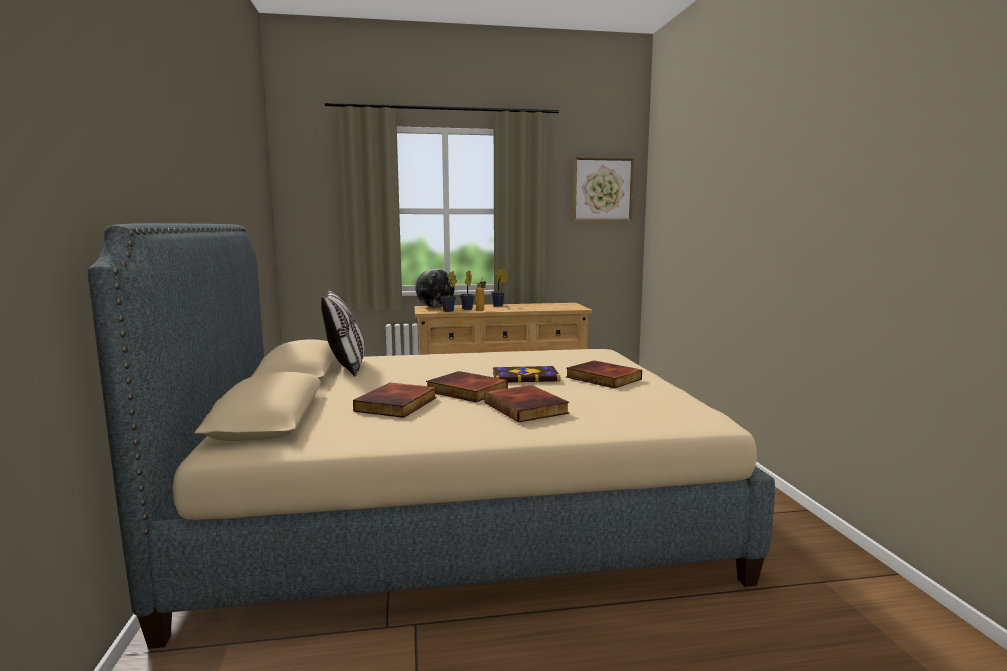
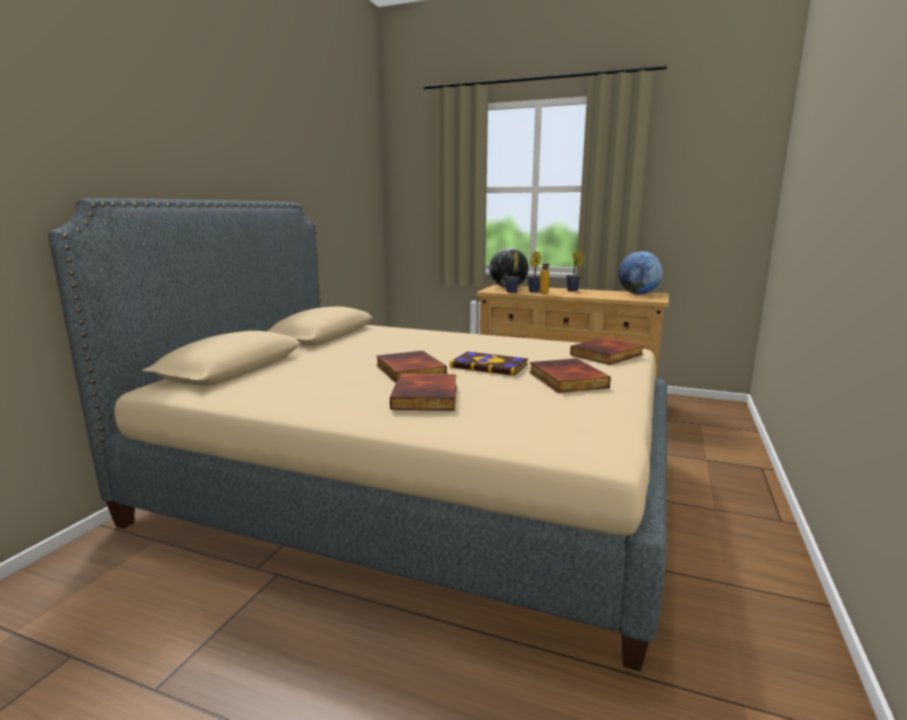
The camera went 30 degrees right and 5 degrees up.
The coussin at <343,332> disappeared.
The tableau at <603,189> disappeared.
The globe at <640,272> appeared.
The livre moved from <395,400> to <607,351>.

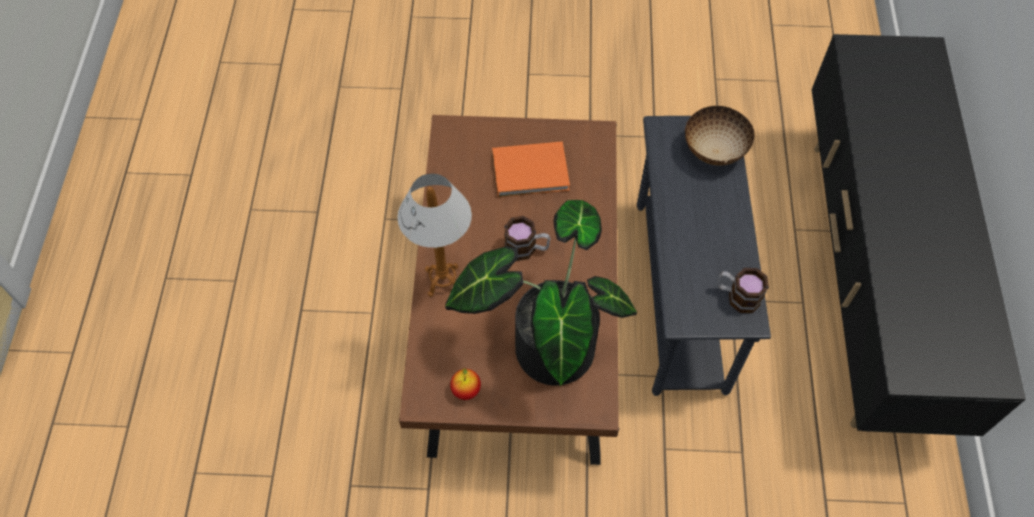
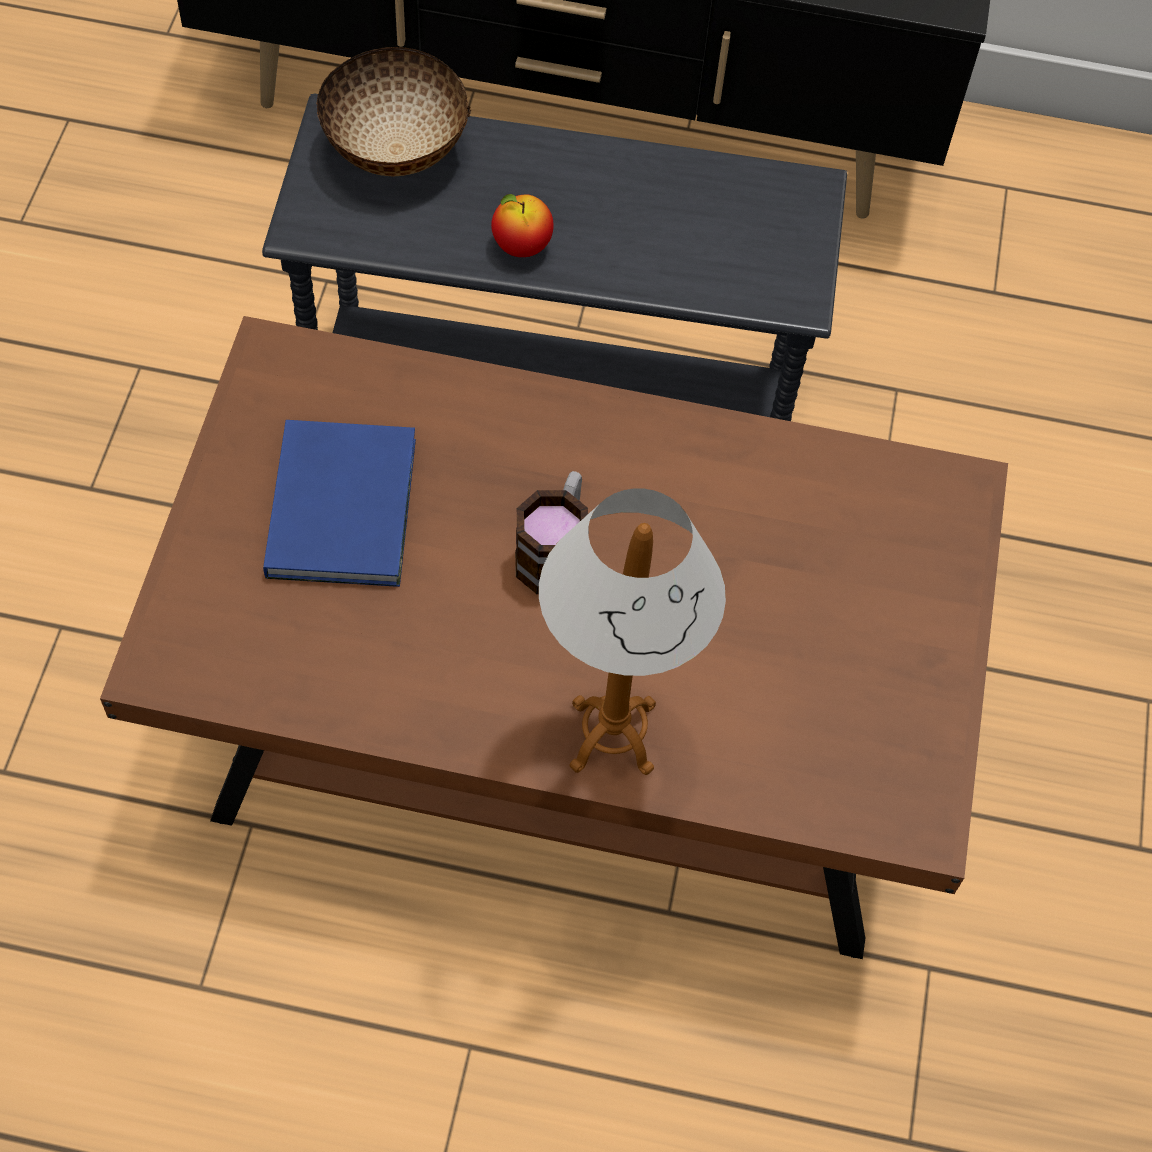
The camera went 85 degrees left and 0 degrees up.
The plante en pot at <541,293> disappeared.
The mug at <743,290> disappeared.
The pomme moved from <465,383> to <522,225>.
The livre [orange] at <531,169> became the livre [bleu] at <339,503>.

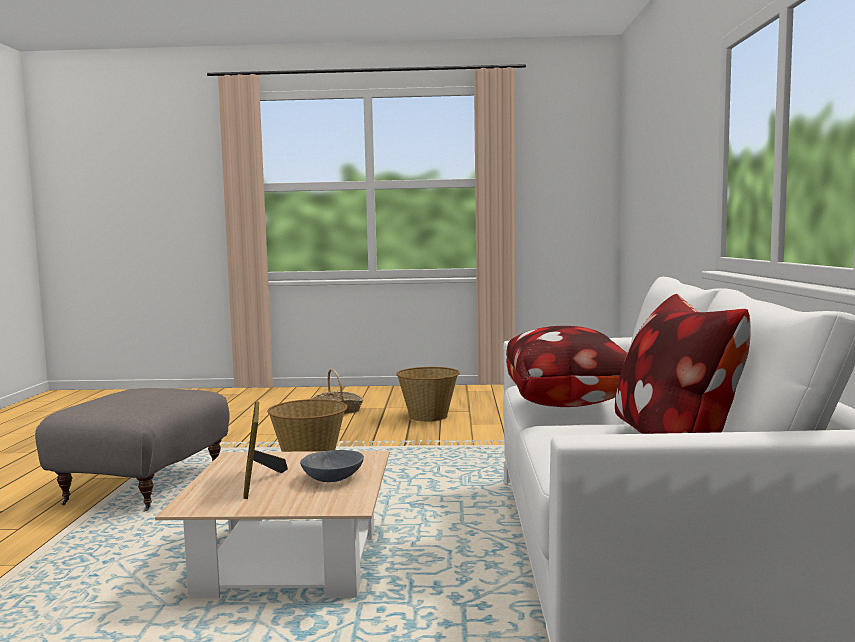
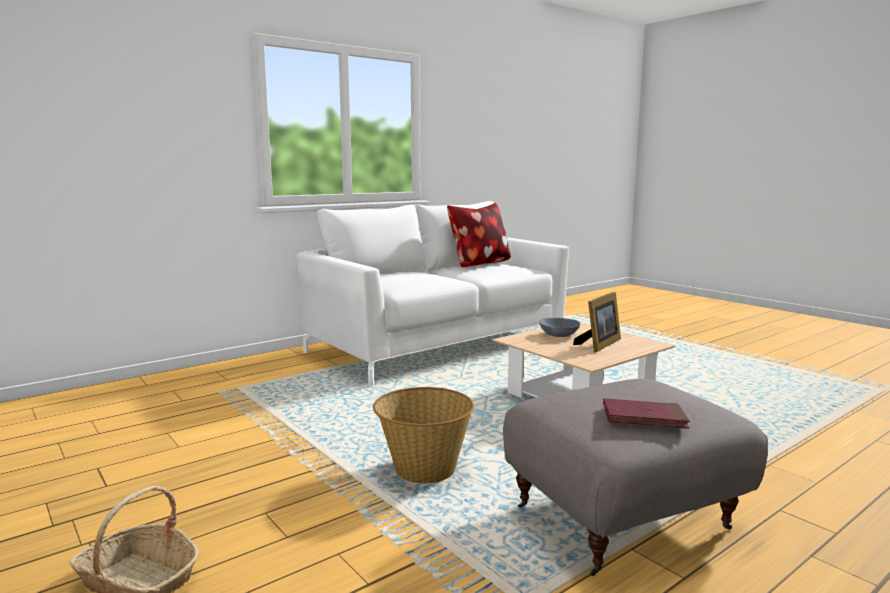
The camera went 130 degrees left and 5 degrees up.
The panier at <428,394> disappeared.
The coussin at <566,366> disappeared.
The livre [rouge] at <646,413> appeared.

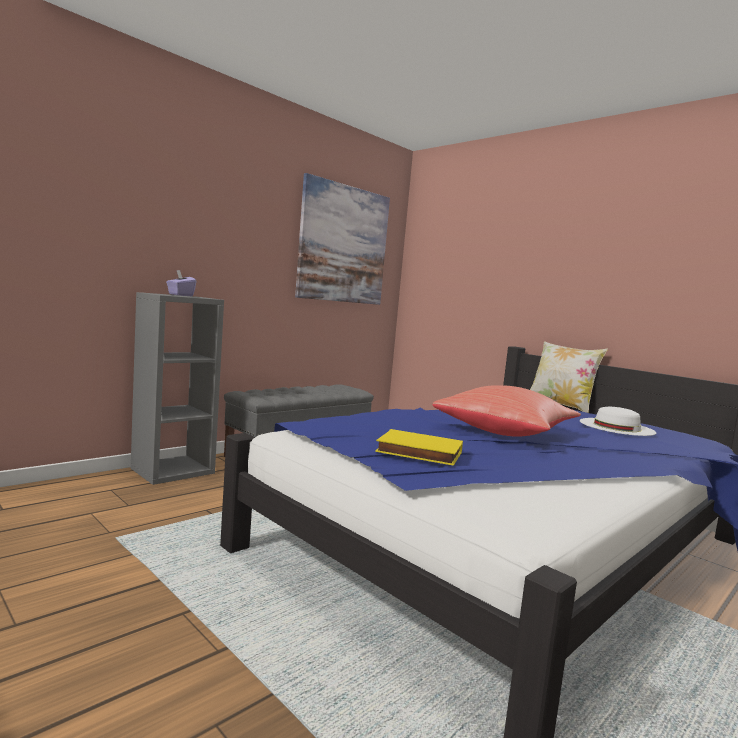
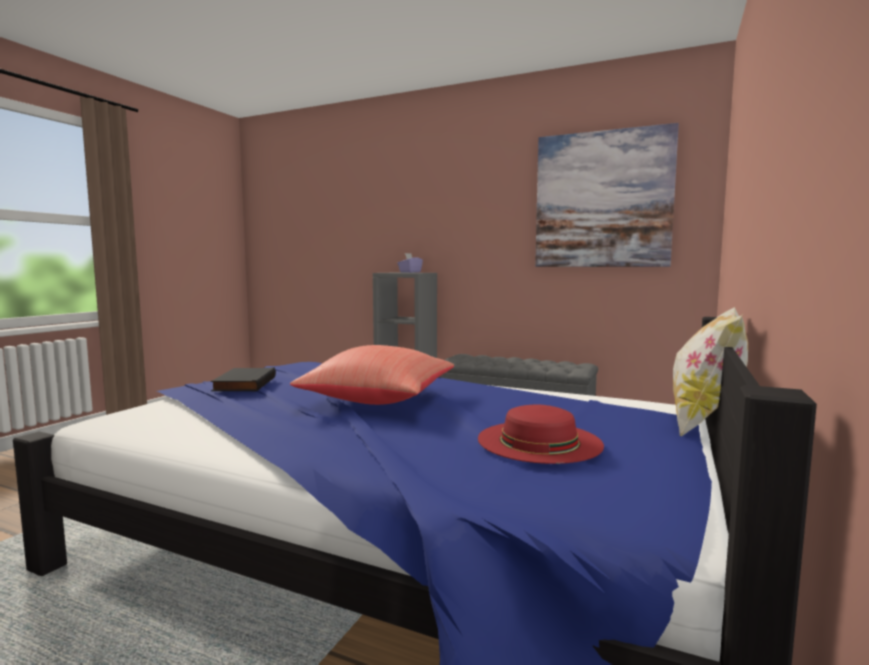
The camera went 70 degrees right and 0 degrees up.
The livre [jaune] at <419,447> became the livre [noir] at <243,379>.
The chapeau [blanc] at <618,421> became the chapeau [rouge] at <541,434>.

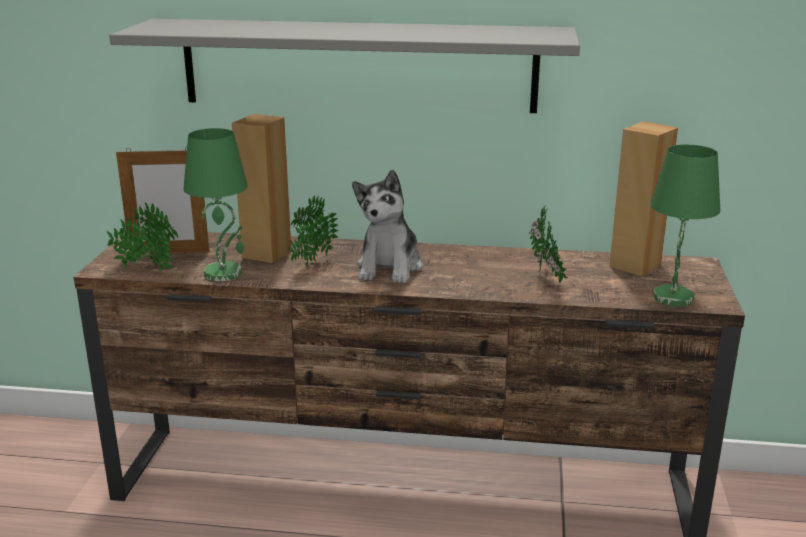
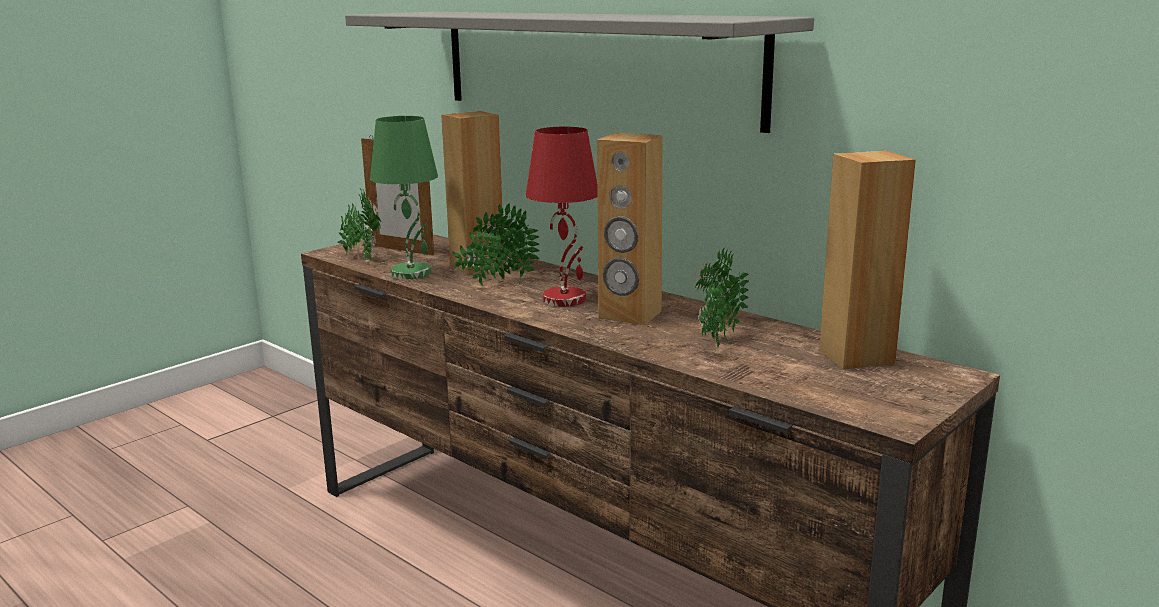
The camera went 35 degrees right and 5 degrees down.
The lampe de table [vert] at <685,226> disappeared.
The enceinte [marron] at <630,229> appeared.
The peluche at <387,226> was replaced by the lampe de table [rouge] at <562,216>.

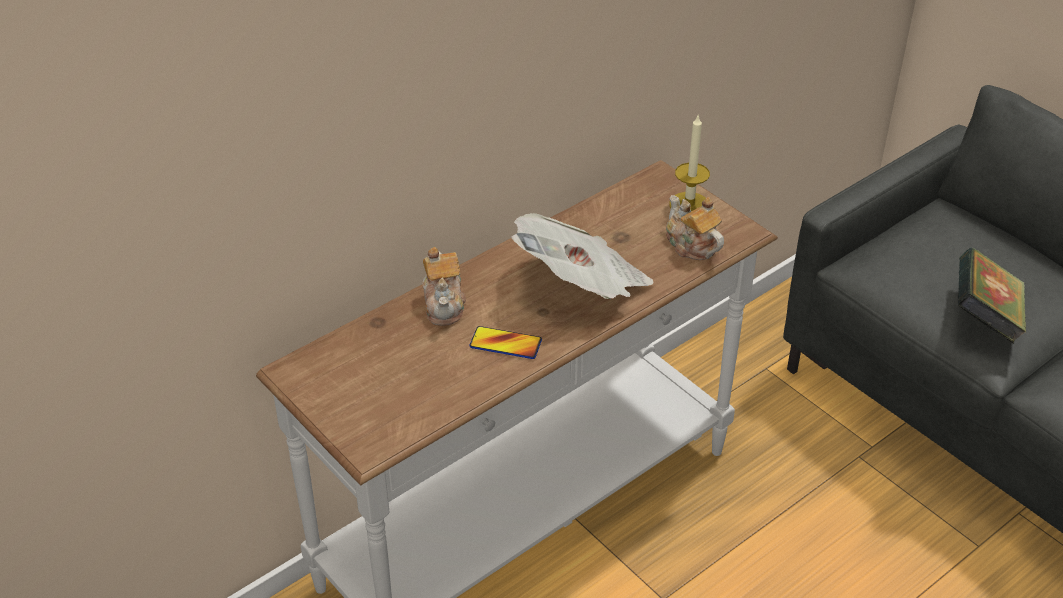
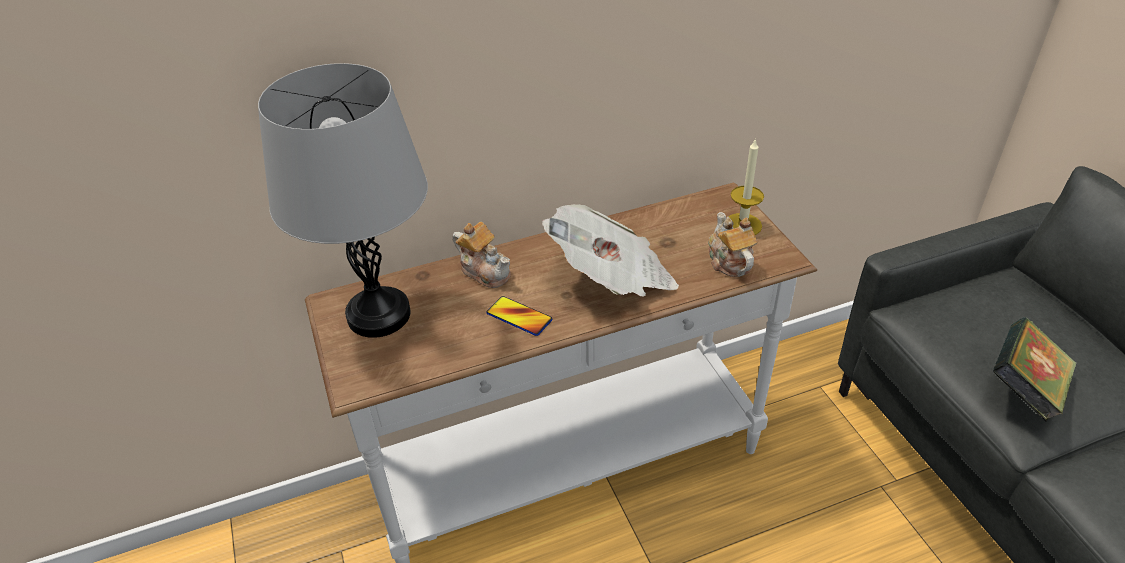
The camera went 20 degrees right and 0 degrees up.
The lampe de table [gris] at <343,200> appeared.
The théière at <444,286> turned 60 degrees counterclockwise.

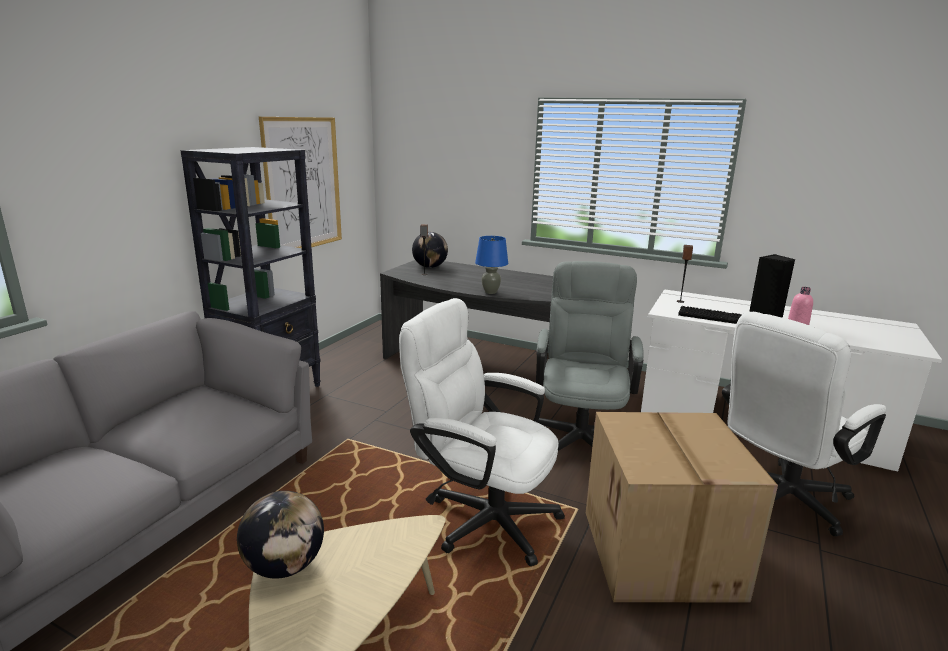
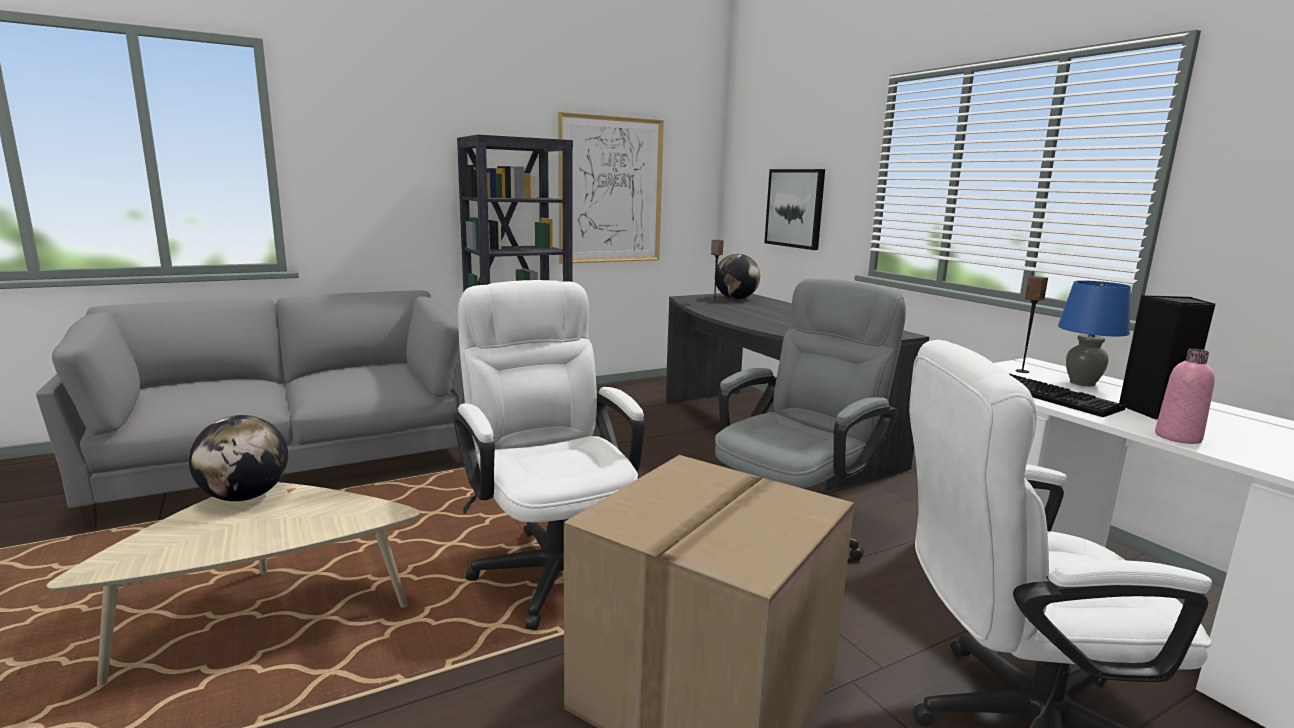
The camera went 35 degrees right and 5 degrees down.
The tableau at <794,209> appeared.
The lampe de table [bleu] moved from <491,265> to <1094,333>.

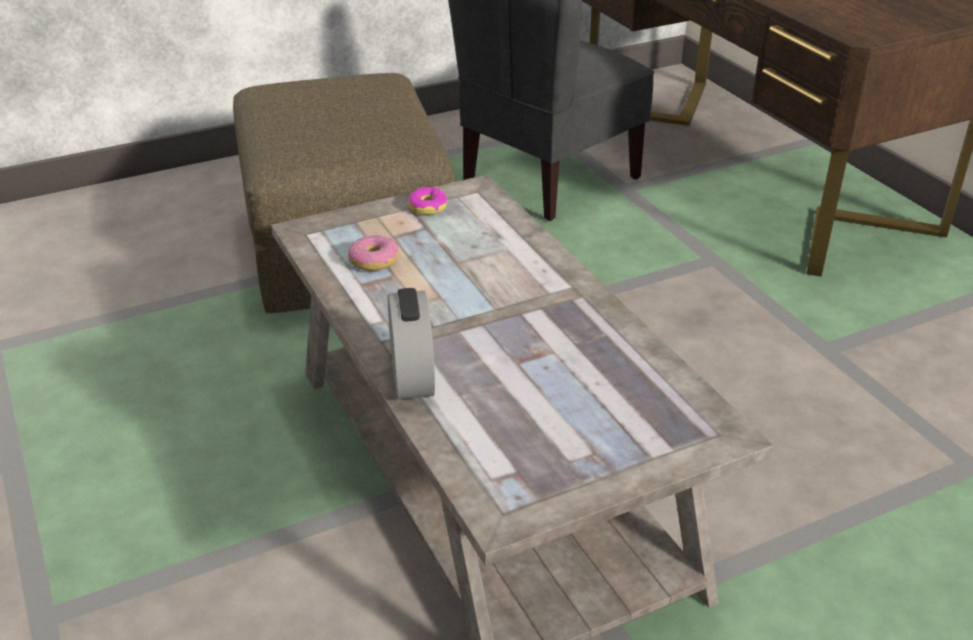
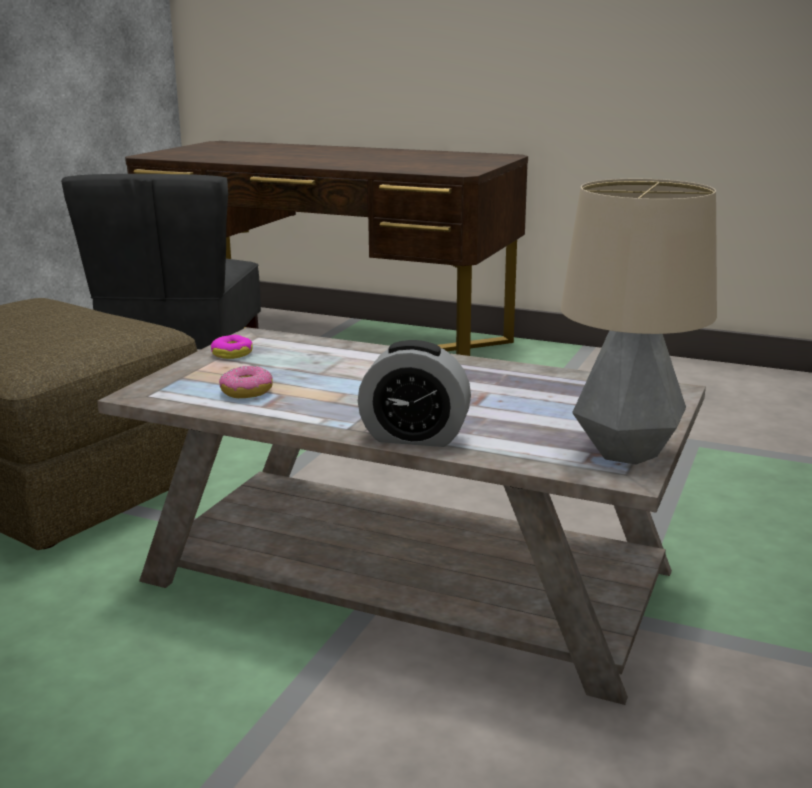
The camera went 40 degrees left and 15 degrees down.
The lampe de table at <639,321> appeared.
The réveil at <411,343> turned 150 degrees clockwise.

